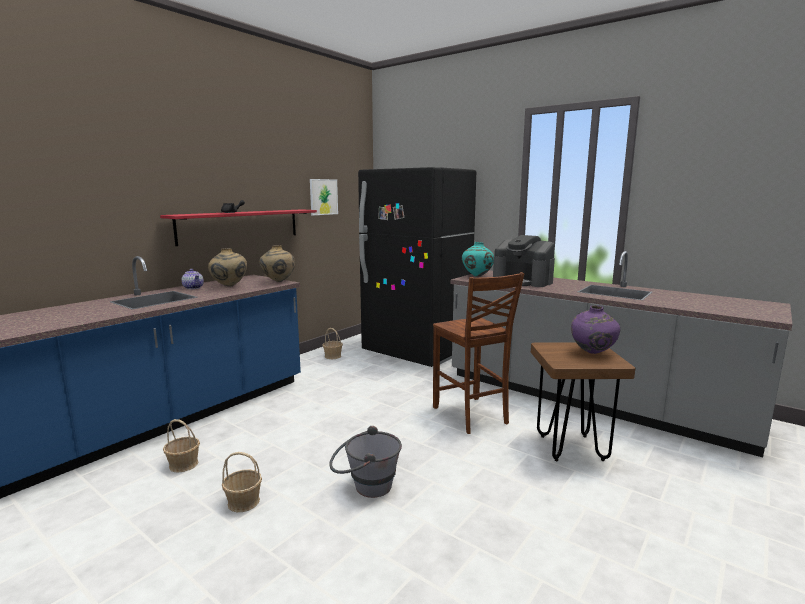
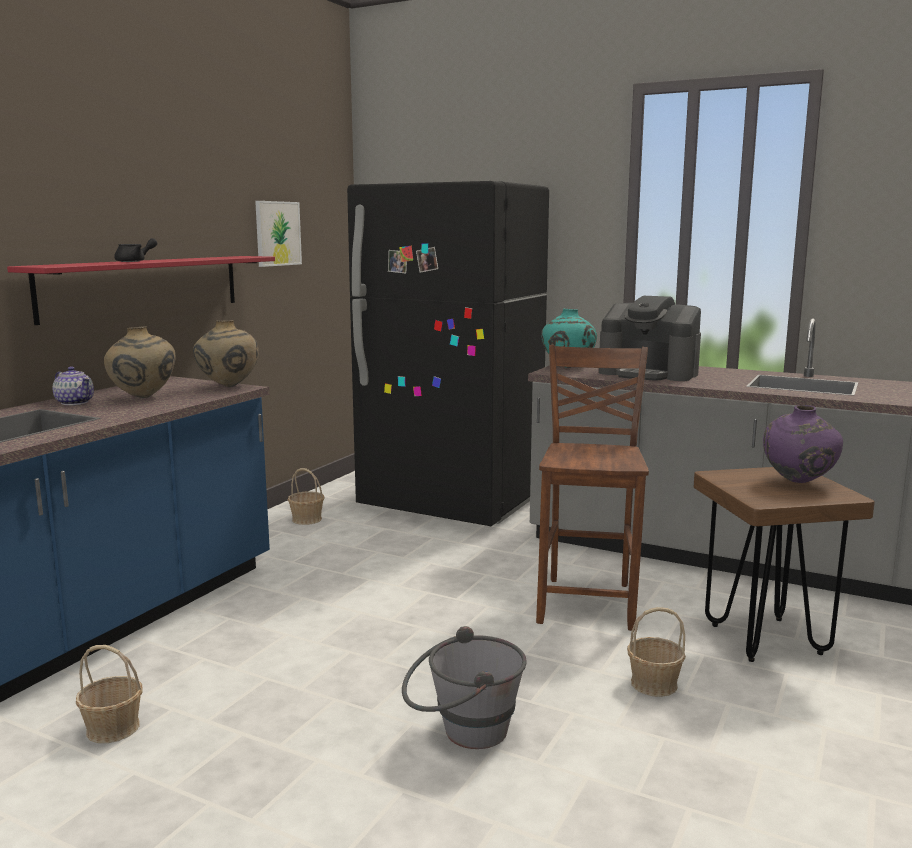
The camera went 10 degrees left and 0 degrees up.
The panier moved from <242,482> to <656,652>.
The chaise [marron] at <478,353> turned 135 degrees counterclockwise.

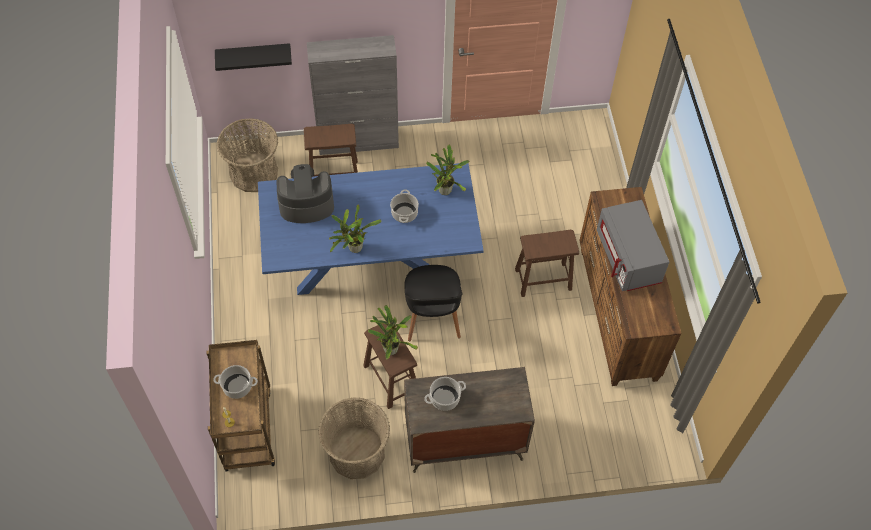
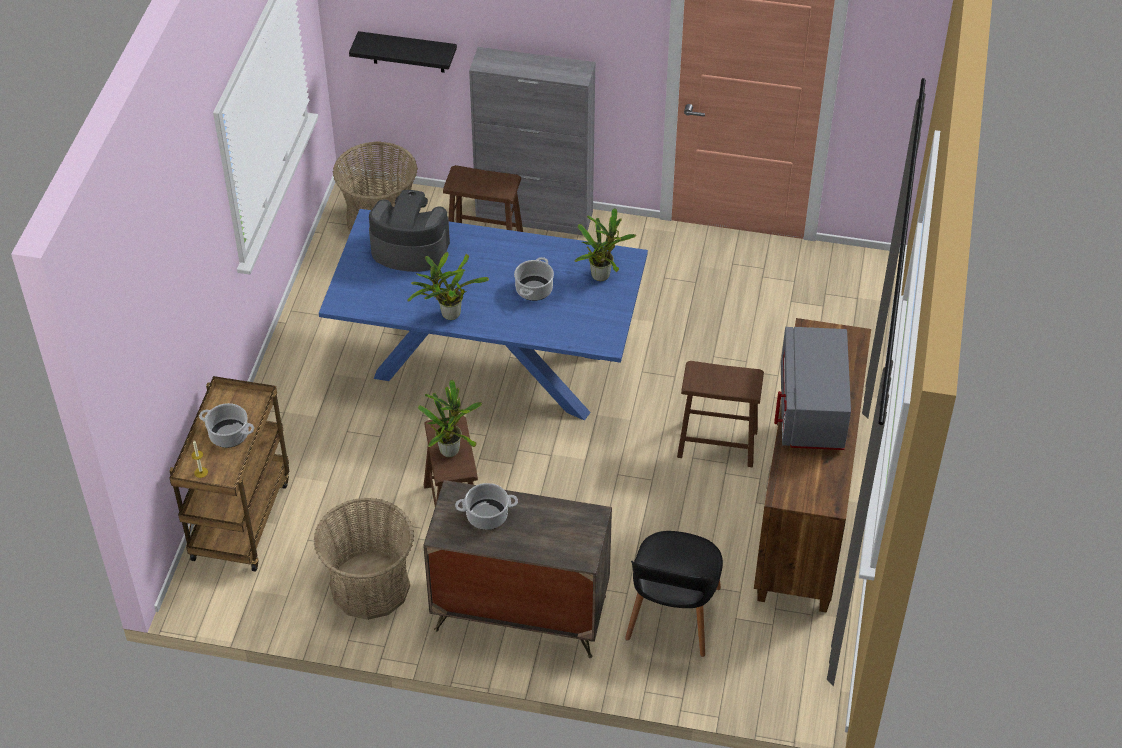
The camera went 20 degrees right and 10 degrees down.
The chaise [noir] moved from <434,303> to <674,594>.

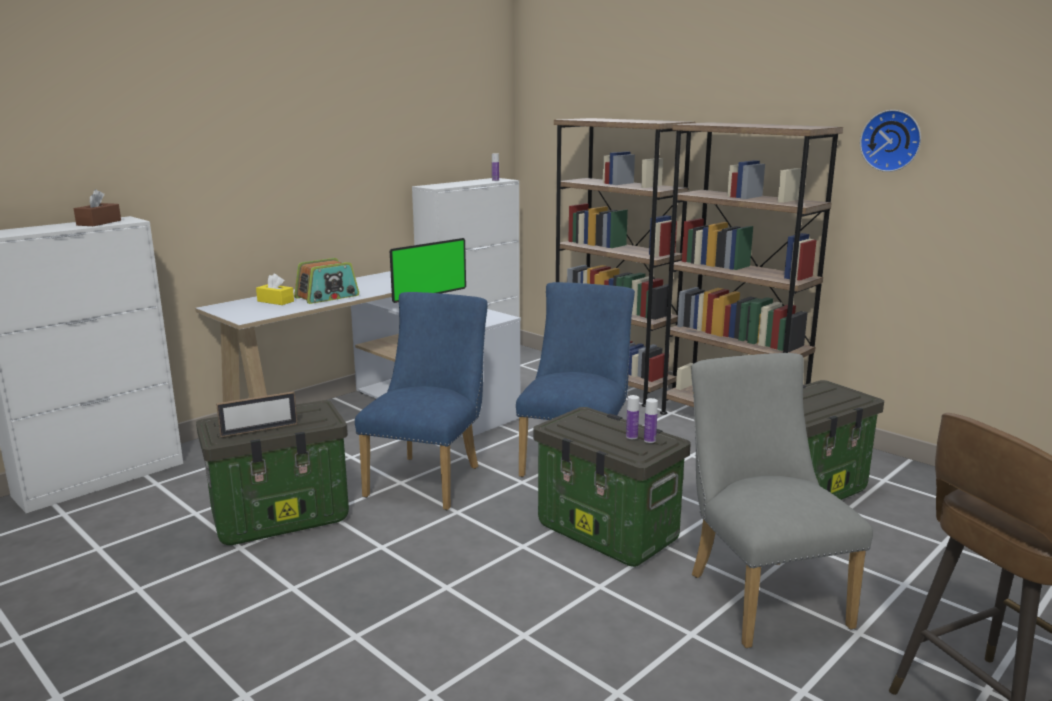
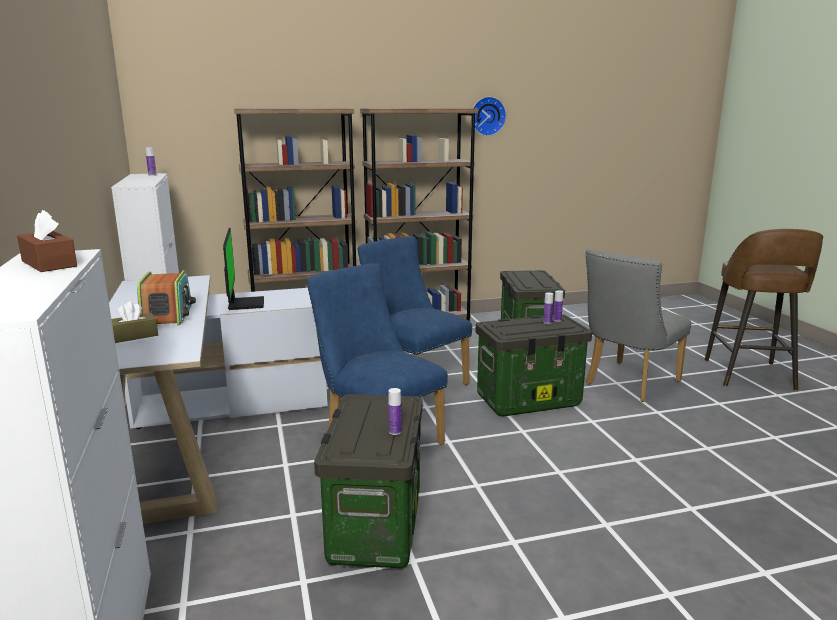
The camera went 60 degrees left and 0 degrees up.
The cadre photo at <257,414> was replaced by the bouteille at <394,411>.
The boîte à mouchoirs [jaune] at <275,289> became the boîte à mouchoirs [marron] at <134,322>.
The chaise [gris] at <782,500> turned 60 degrees counterclockwise.

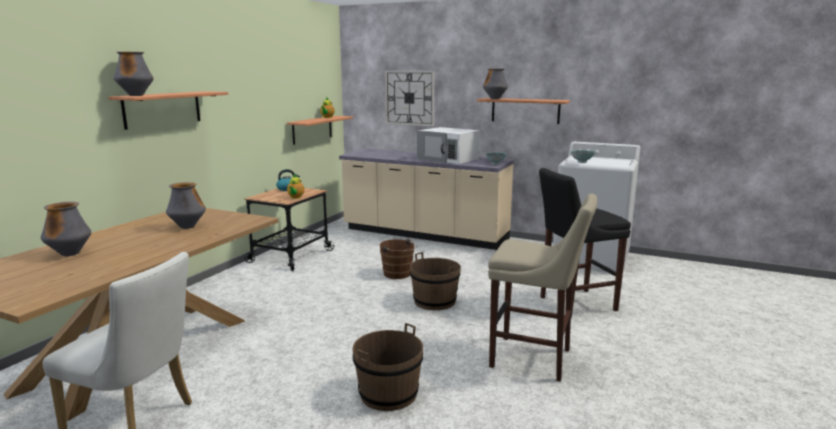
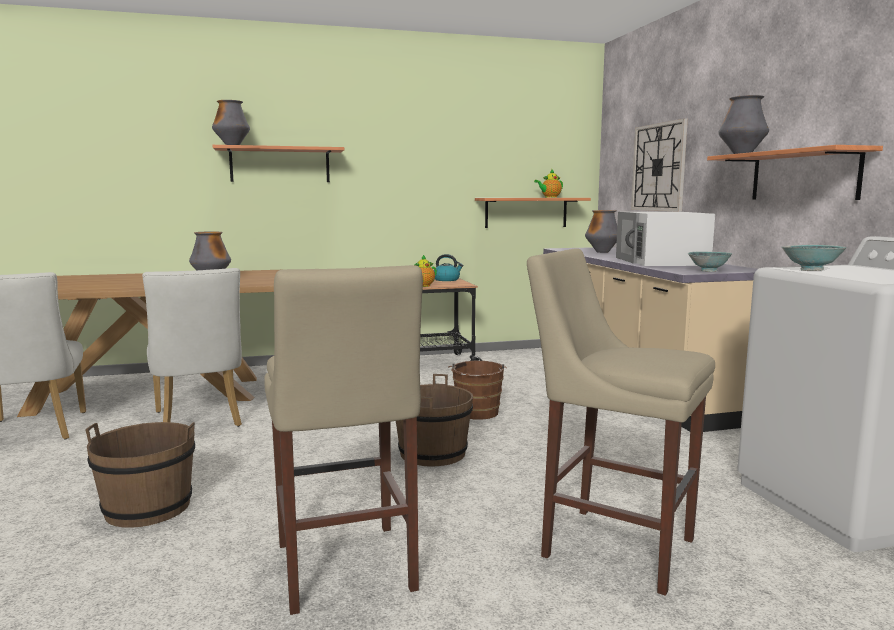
The camera went 50 degrees right and 5 degrees down.
The chaise [blanc] at <192,347> appeared.
The vase moved from <66,229> to <601,231>.
The tabouret [noir] at <585,243> became the tabouret [beige] at <621,422>.

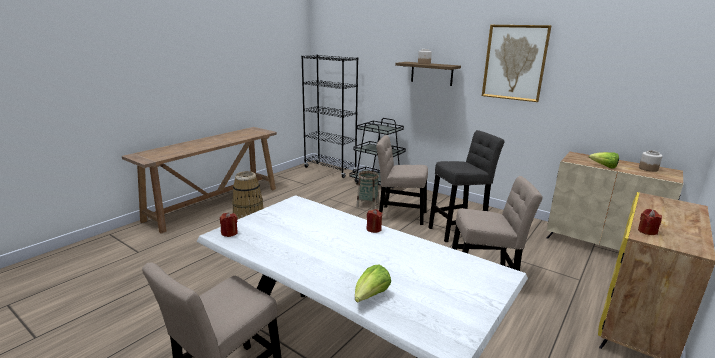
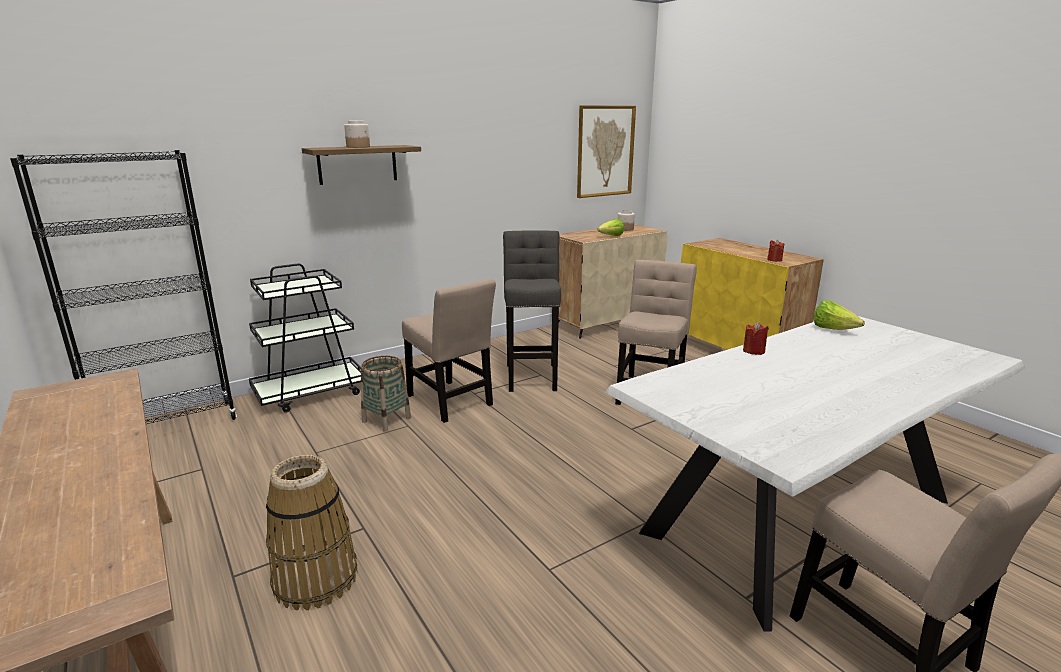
The camera went 70 degrees left and 0 degrees up.
The bougie [rouge] at <229,224> disappeared.
The laitue moved from <373,283> to <839,315>.
The tableau moved from <517,63> to <606,151>.
The chaise [beige] at <402,180> turned 75 degrees counterclockwise.

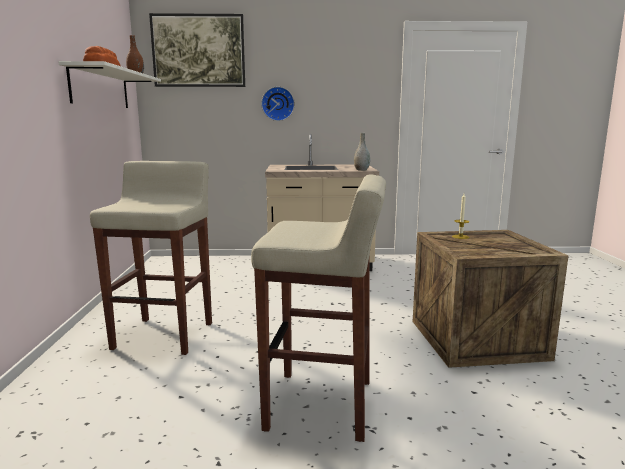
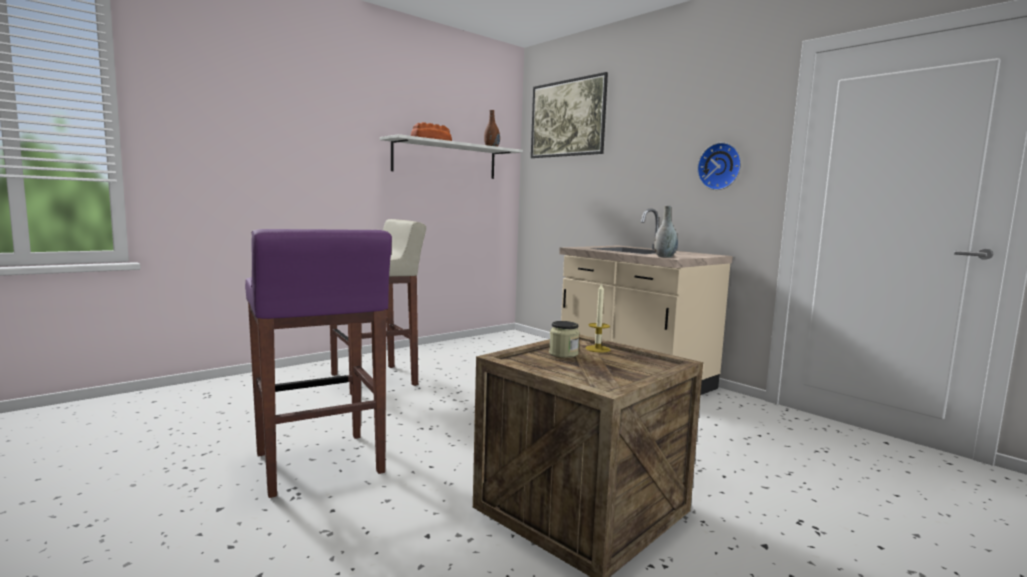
The camera went 50 degrees right and 5 degrees down.
The bocal at <564,339> appeared.
The horloge murale moved from <278,104> to <719,166>.
The tabouret [beige] at <318,308> became the tabouret [violet] at <318,363>.

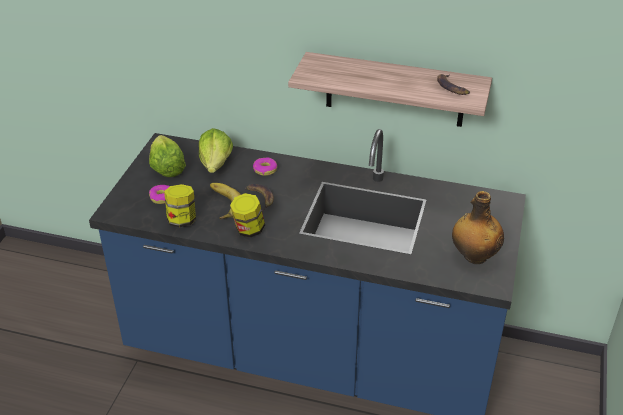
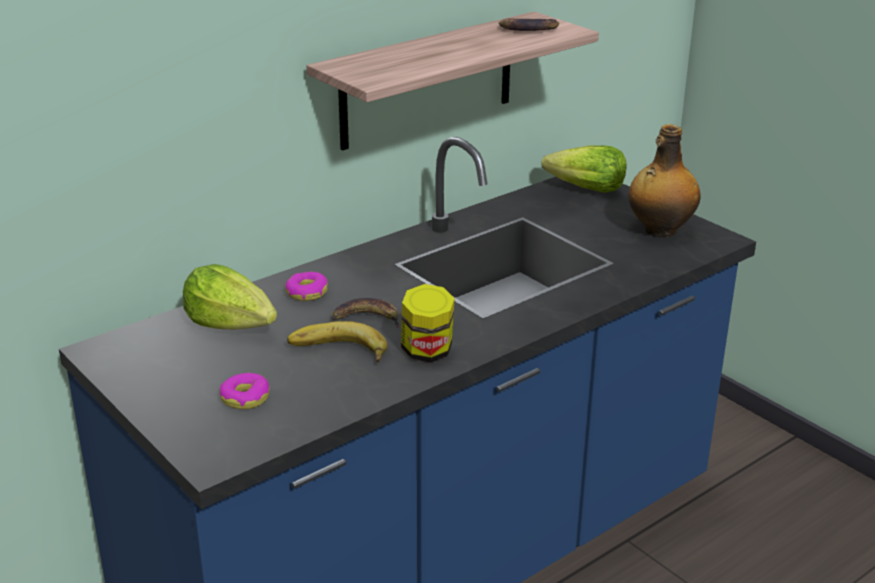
The camera went 55 degrees left and 10 degrees down.
The bocal at <180,205> disappeared.
The laitue moved from <167,156> to <584,169>.

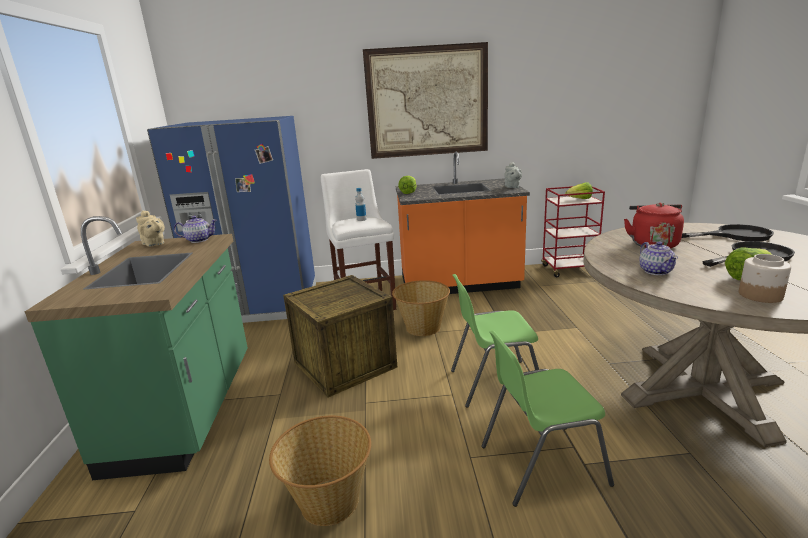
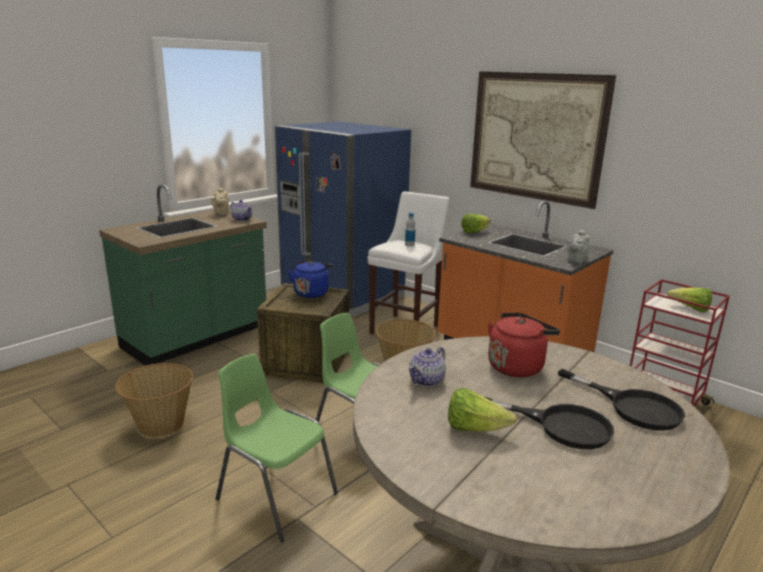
The camera went 45 degrees right and 0 degrees up.
The bocal at <765,278> disappeared.
The bouilloire [bleu] at <310,279> appeared.

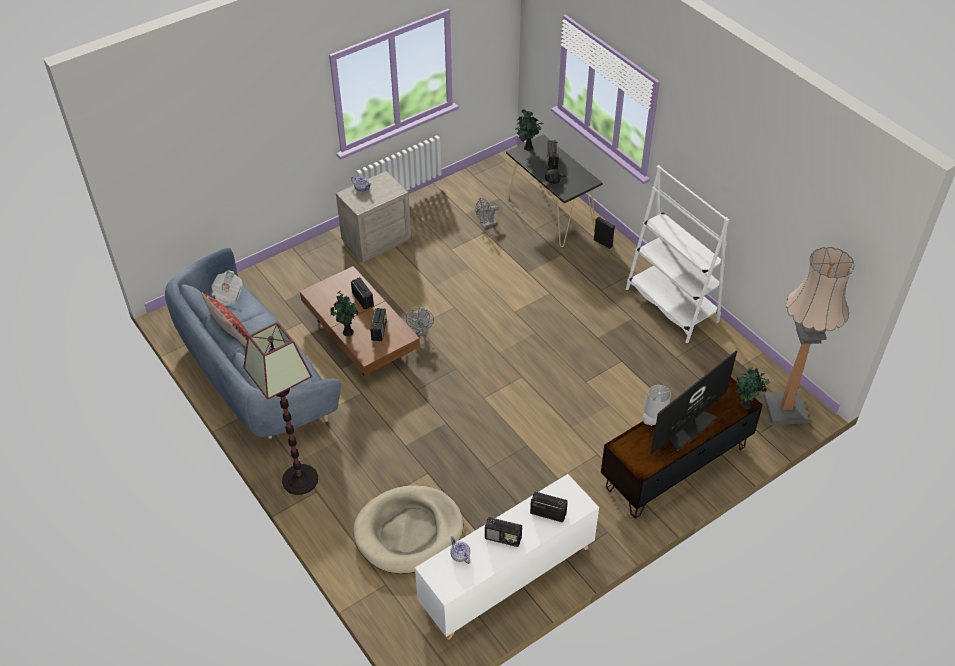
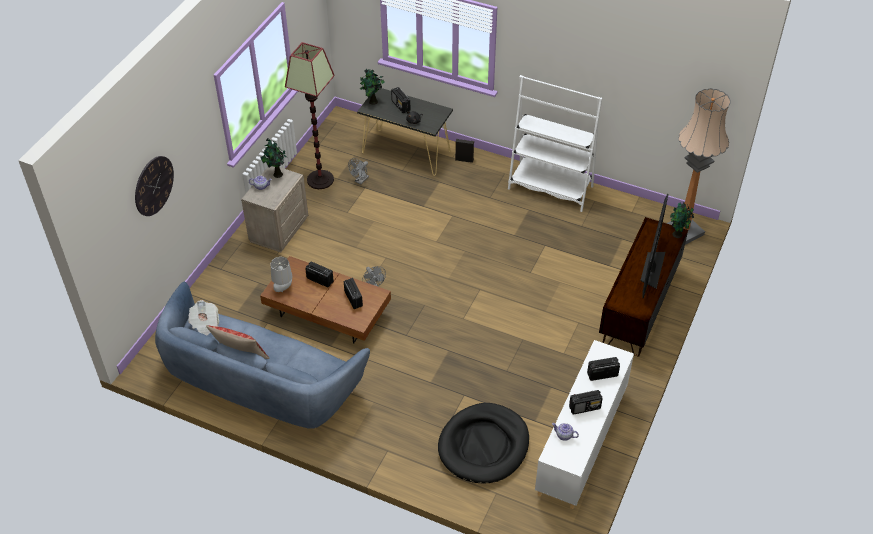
The camera went 30 degrees left and 0 degrees up.
The horloge murale at <154,186> appeared.
The lampadaire moved from <280,408> to <310,115>.
The plante en pot moved from <344,313> to <274,158>.
The lampe de table [gris] moved from <656,405> to <281,274>.
The panier pour chien [beige] at <408,529> became the panier pour chien [noir] at <483,443>.

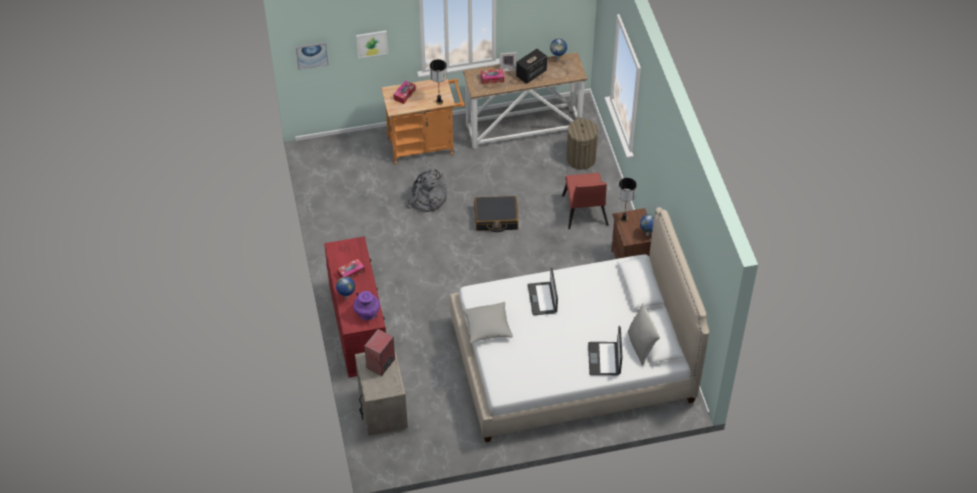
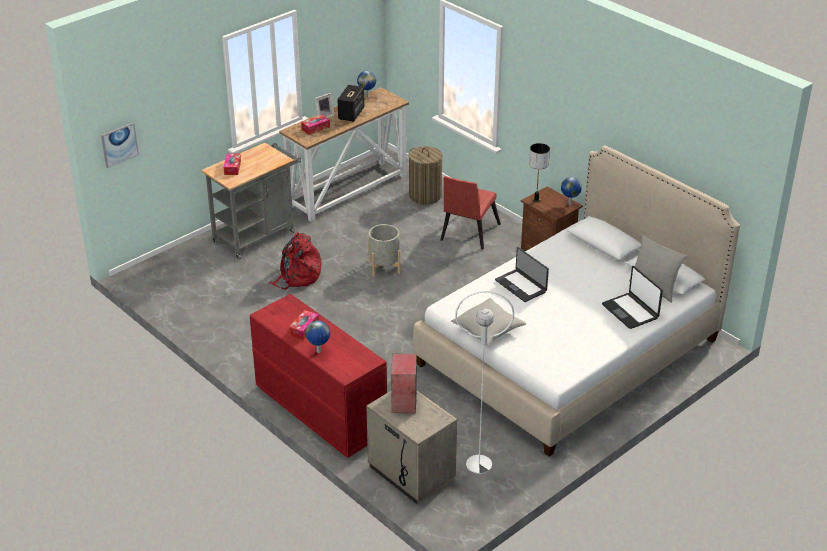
The camera went 30 degrees left and 15 degrees down.
The vase [violet] at <366,306> disappeared.
The tableau at <372,44> disappeared.
The lampe de table at <438,82> disappeared.
The lampadaire [blanc] at <484,382> appeared.
The valise [noir] at <496,214> was replaced by the cache-pot [gris] at <384,250>.
The chariot [orange] at <423,121> became the chariot [gris] at <251,201>.
The sac à dos [gris] at <424,190> became the sac à dos [rouge] at <295,260>.
The chaise [rouge] at <585,201> turned 60 degrees clockwise.

